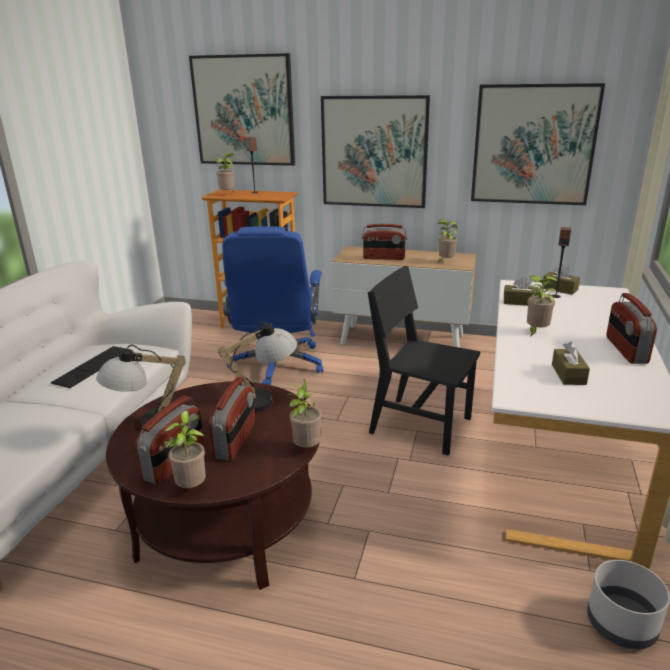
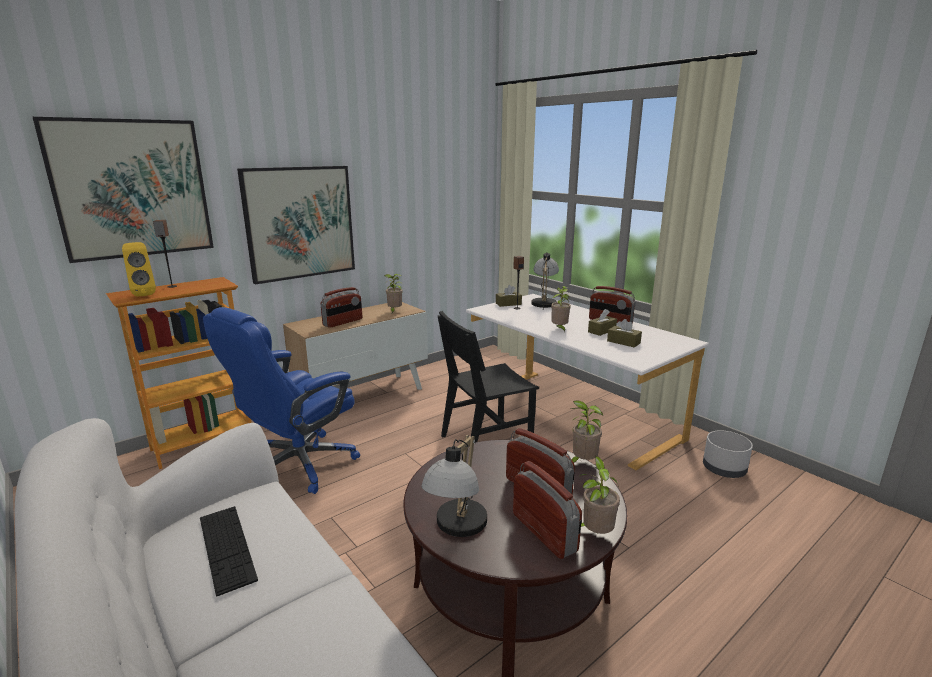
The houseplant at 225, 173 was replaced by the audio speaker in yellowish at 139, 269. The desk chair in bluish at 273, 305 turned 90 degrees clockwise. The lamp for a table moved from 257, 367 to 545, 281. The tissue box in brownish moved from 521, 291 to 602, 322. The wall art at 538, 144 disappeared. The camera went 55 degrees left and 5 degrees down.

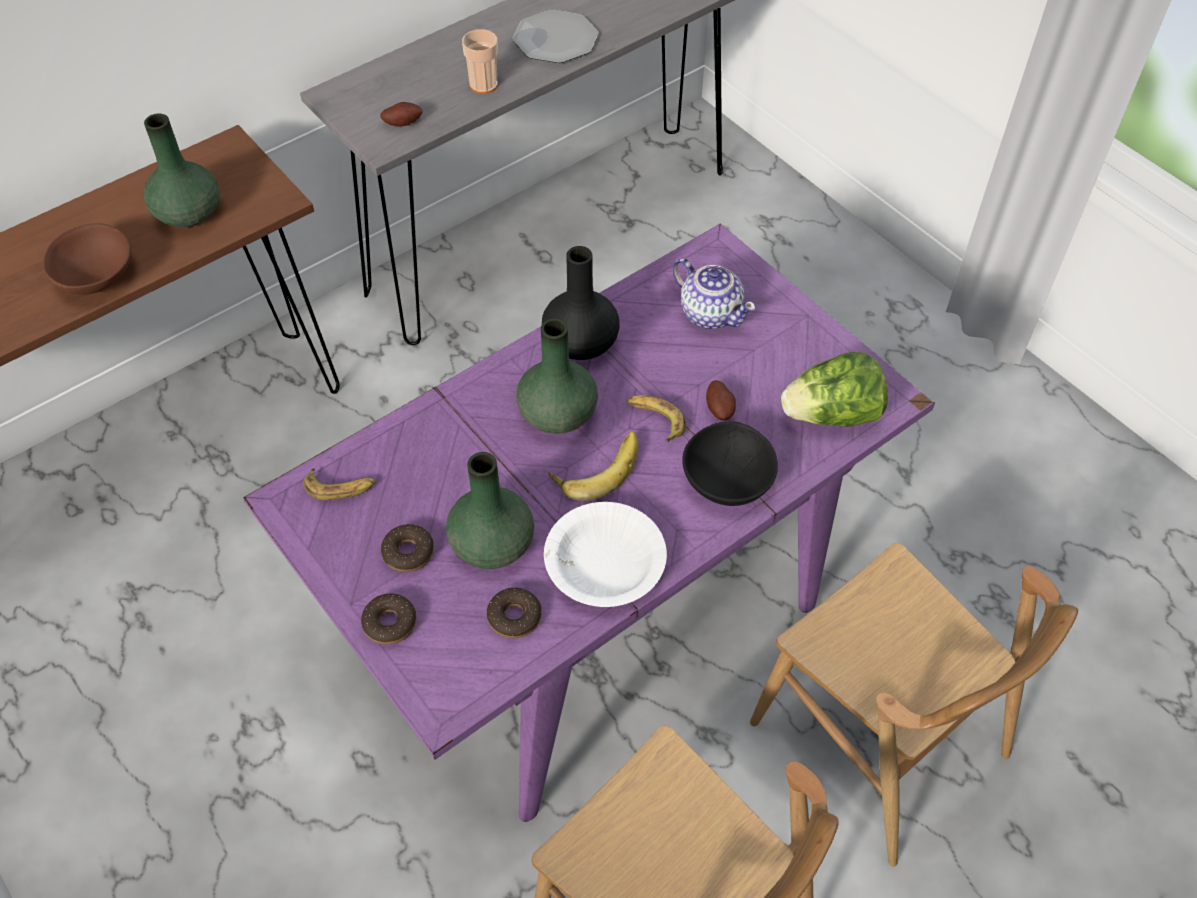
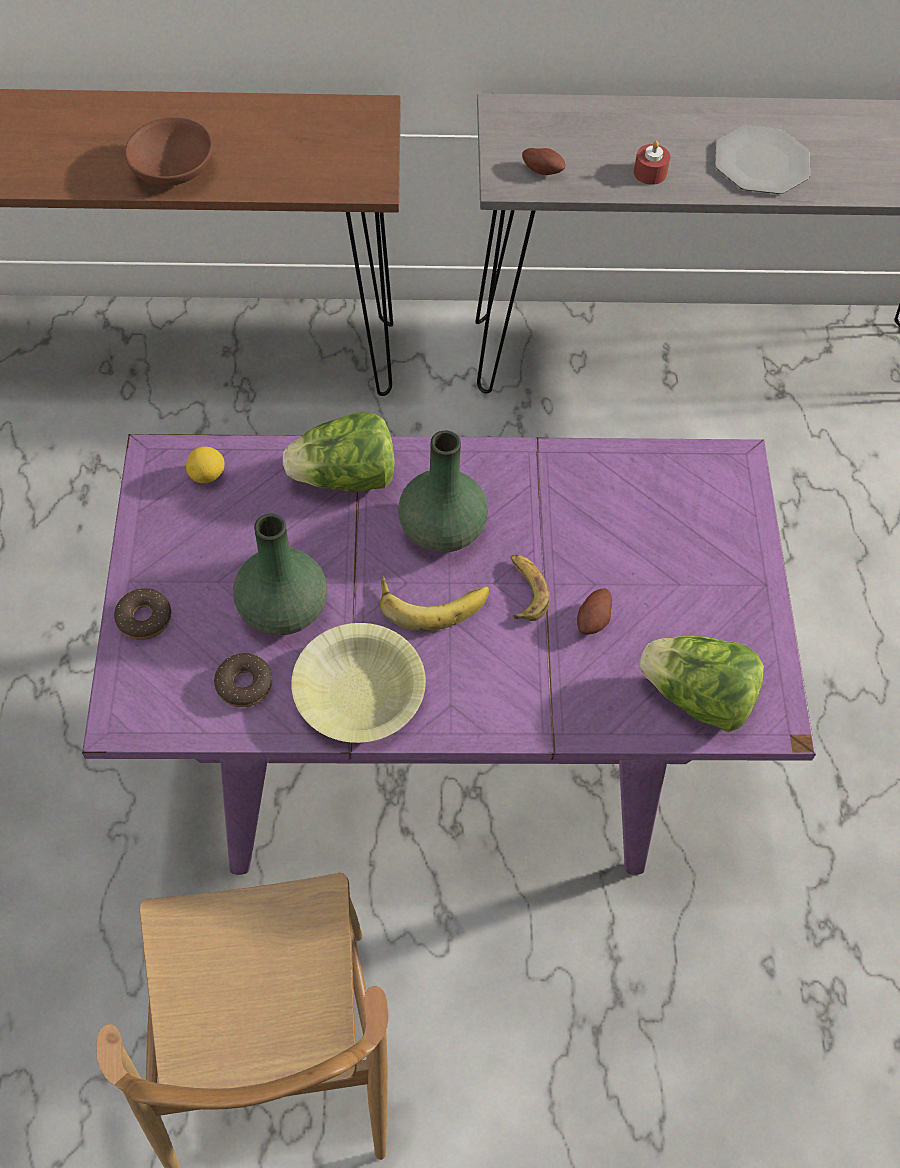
The whole banana at 339, 484 was replaced by the whole lemon at 205, 465. The lettuce head at 339, 452 appeared. The serving bowl in white-coloured at 605, 554 became the serving bowl in yellowish at 358, 683. The small cup at 480, 61 was replaced by the wax light in red at 652, 163. The decorative vase in greenish at 182, 170 disappeared. The donut at 407, 548 disappeared. The decorative vase in black-coloured at 581, 303 disappeared. The tea pot at 714, 293 disappeared. The serving bowl in black-coloured at 730, 463 disappeared. The chair in brownish at 914, 705 disappeared. The camera went 35 degrees right and 5 degrees up.

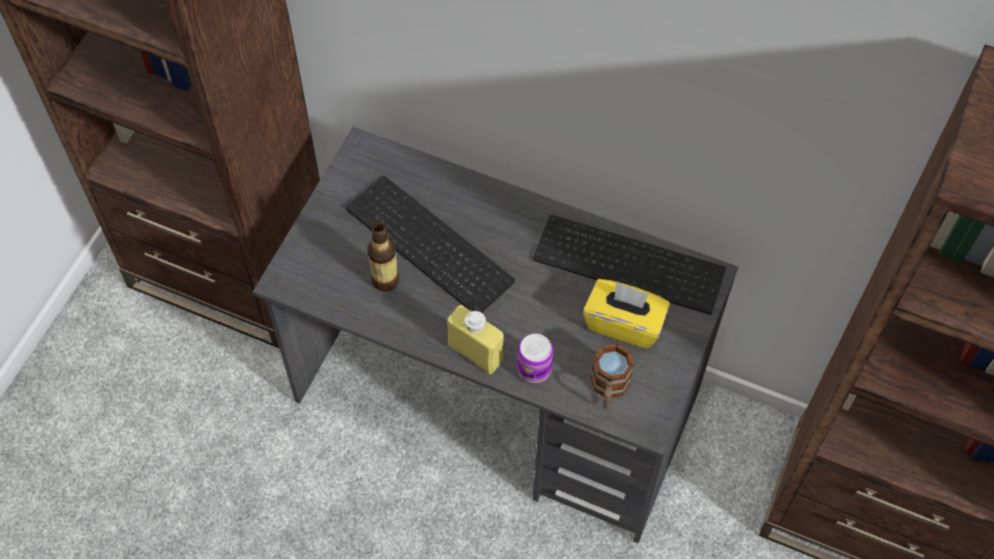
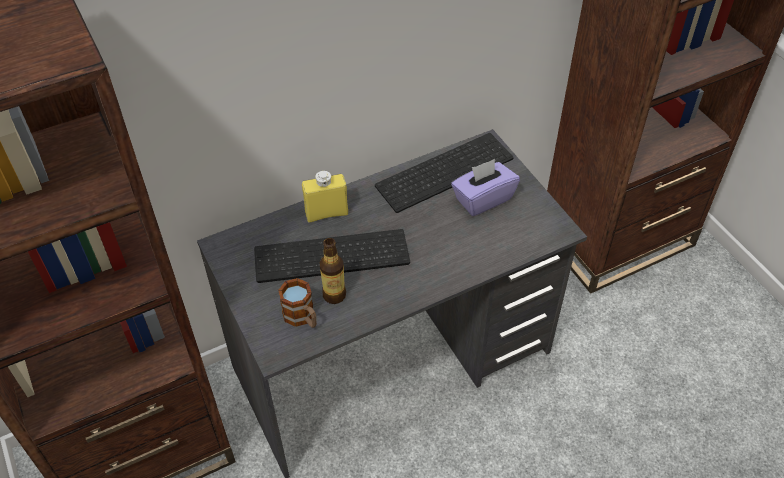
The coffee mug moved from 612, 375 to 297, 303. The bottle in yellowish moved from 475, 339 to 325, 197. The tissue box in yellowish at 626, 314 became the tissue box in purple at 485, 187. The metal can at 535, 359 disappeared. The camera went 50 degrees left and 10 degrees down.

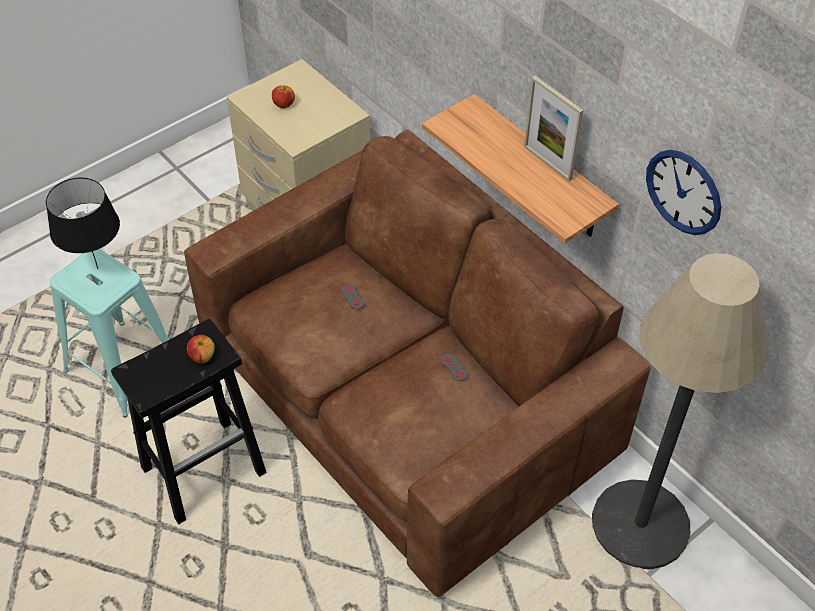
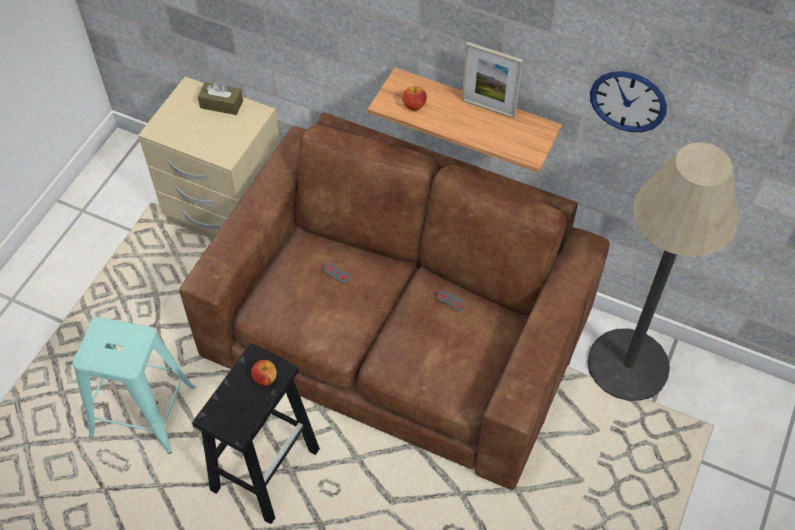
The tissue box in brownish at 220, 98 appeared. The whole apple moved from 283, 97 to 414, 98. The lamp for a table in black-coloured at 83, 223 disappeared. The camera went 25 degrees left and 5 degrees up.

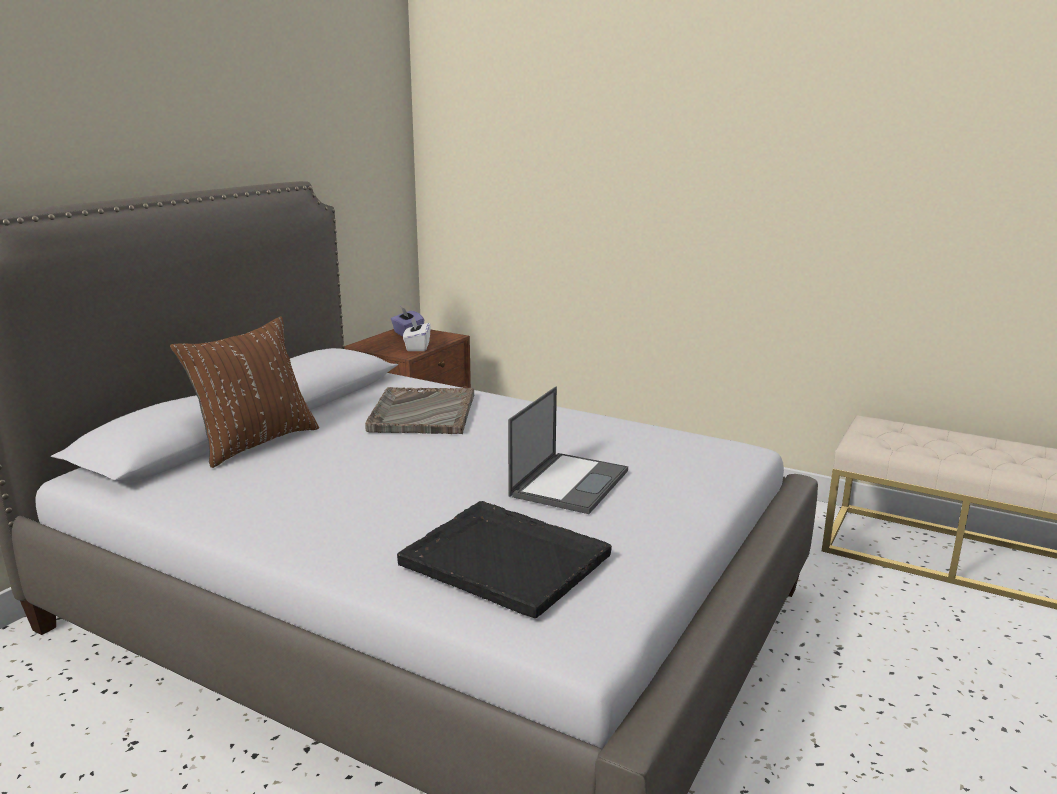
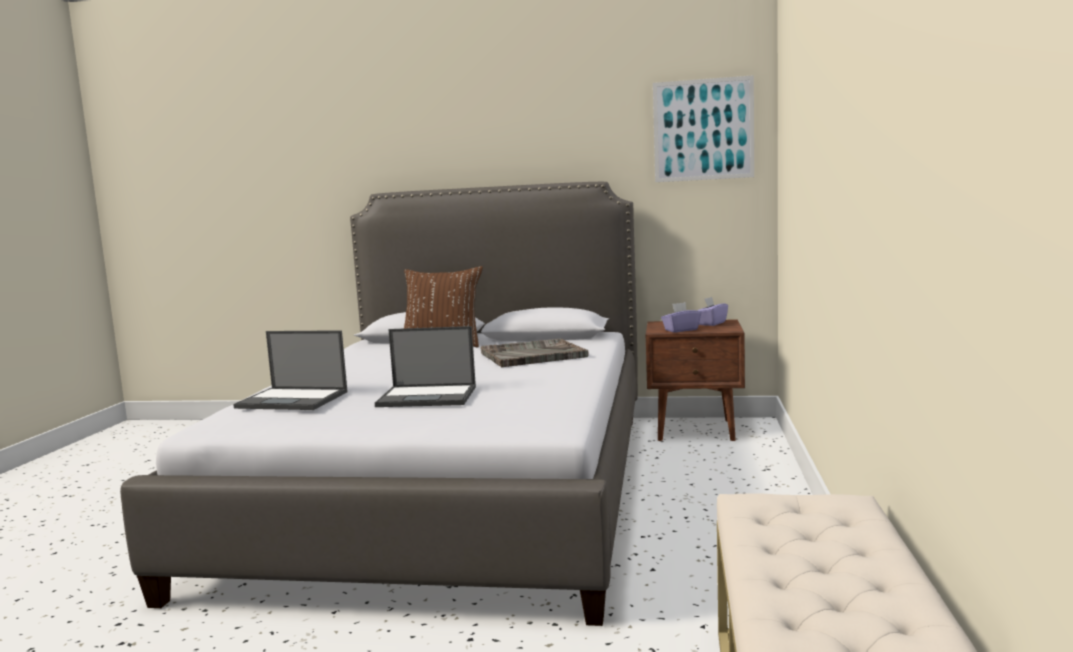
The serving tray in black-coloured at 504, 559 was replaced by the notebook computer at 290, 370. The wall art at 703, 128 appeared. The tissue box in white-coloured at 417, 334 became the tissue box in purple at 681, 317. The camera went 70 degrees right and 10 degrees down.

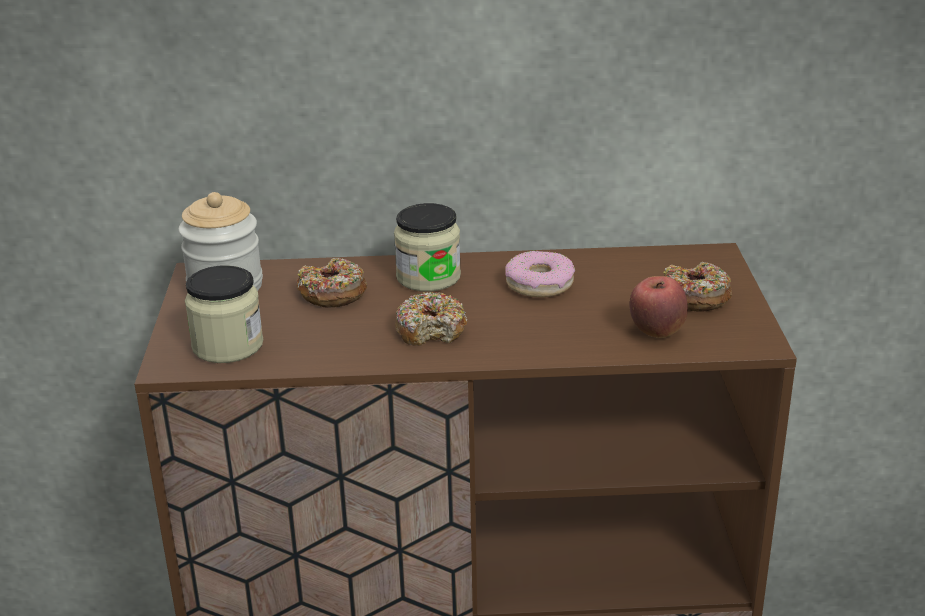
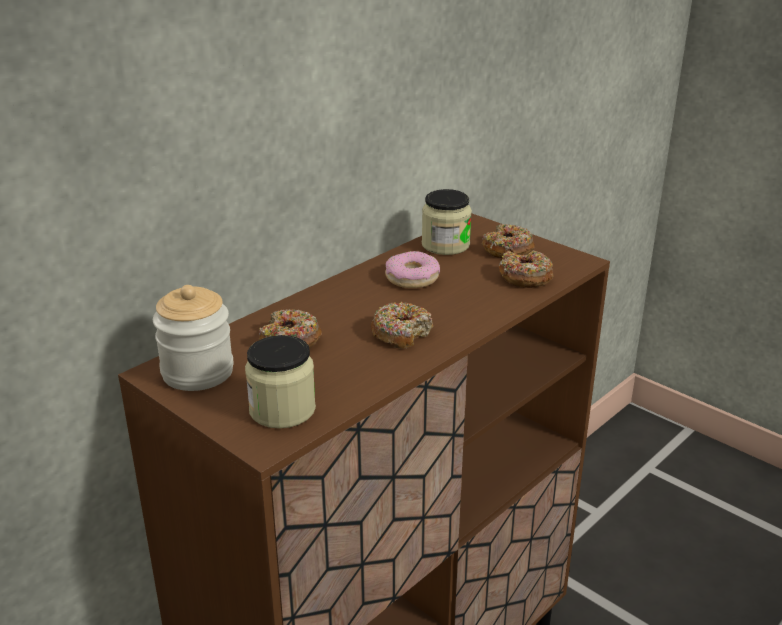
The preserve jar moved from 427, 247 to 447, 222. The whole apple at 658, 307 was replaced by the donut at 526, 269. The camera went 45 degrees left and 0 degrees up.

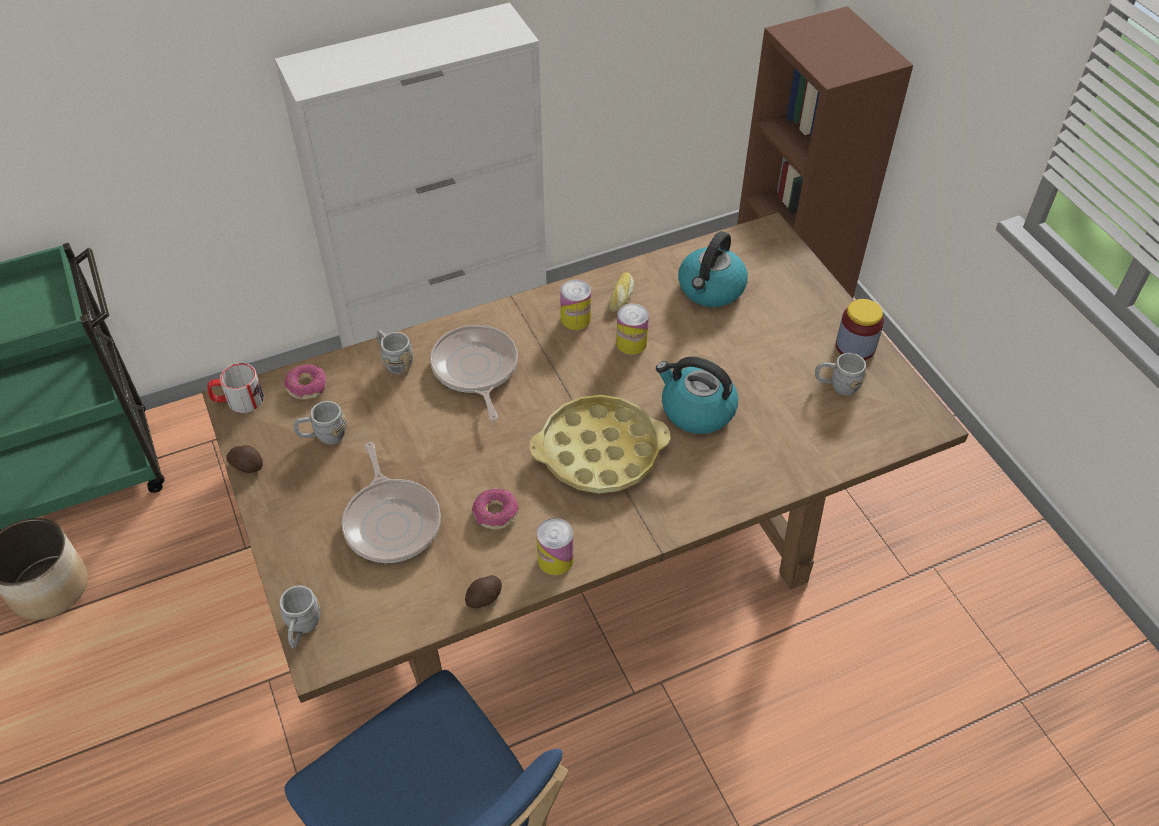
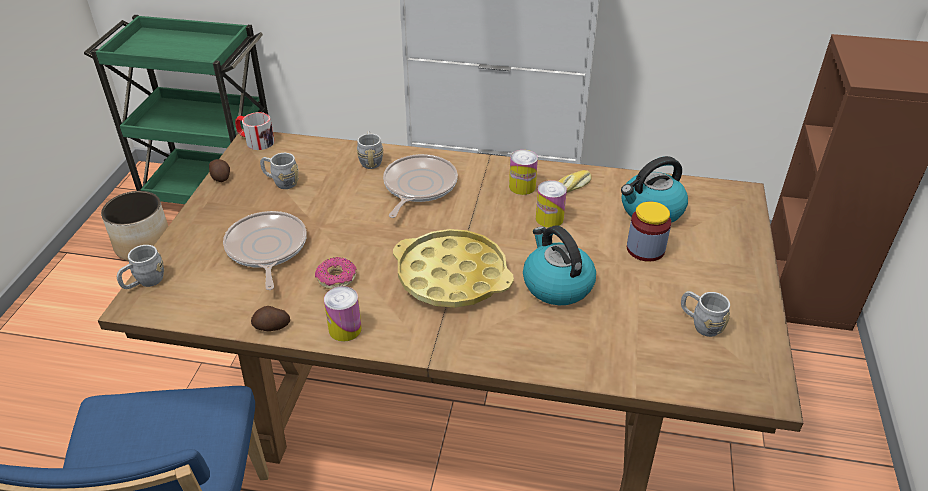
The skillet at 391, 502 turned 150 degrees clockwise. The preserve jar moved from 860, 329 to 649, 231. The donut at 305, 382 disappeared. The camera went 35 degrees right and 10 degrees down.

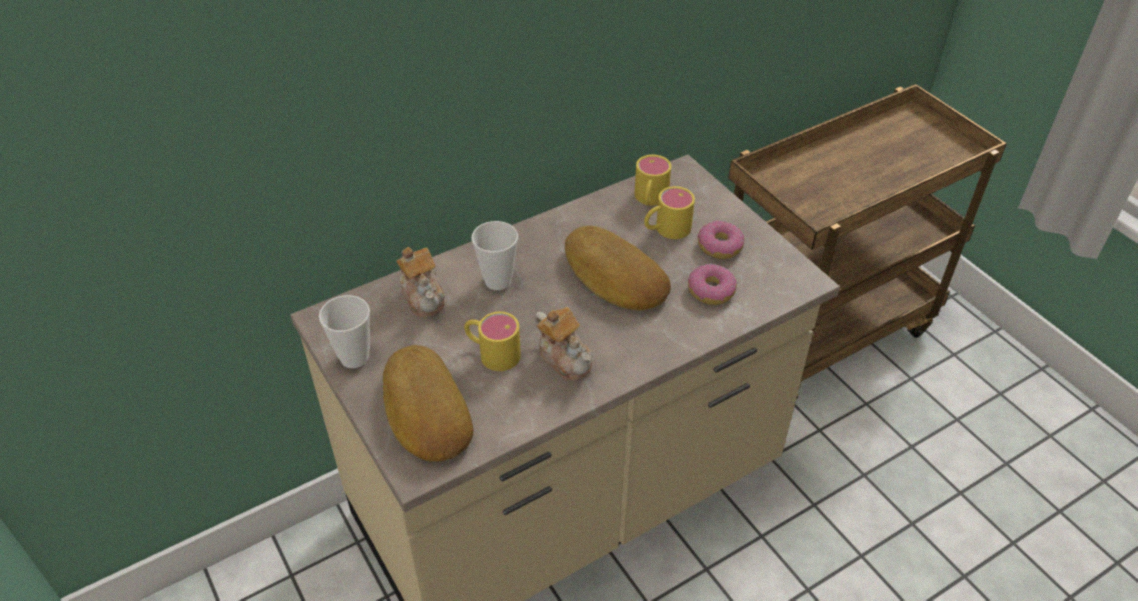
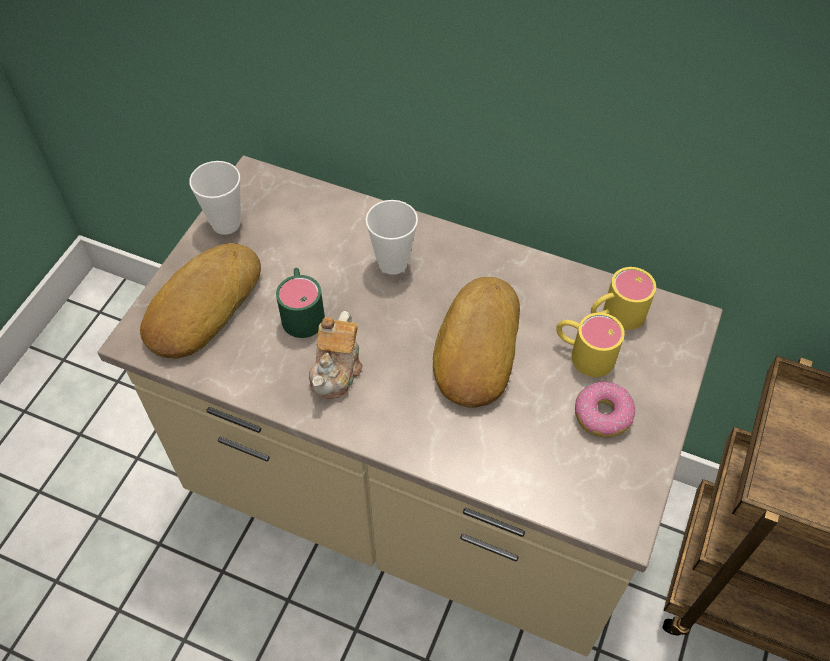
The coffee mug in yellowish at 492, 341 became the coffee mug in greenish at 300, 303. The tea pot at 420, 282 disappeared. The donut at 712, 284 disappeared. The camera went 55 degrees right and 10 degrees up.

